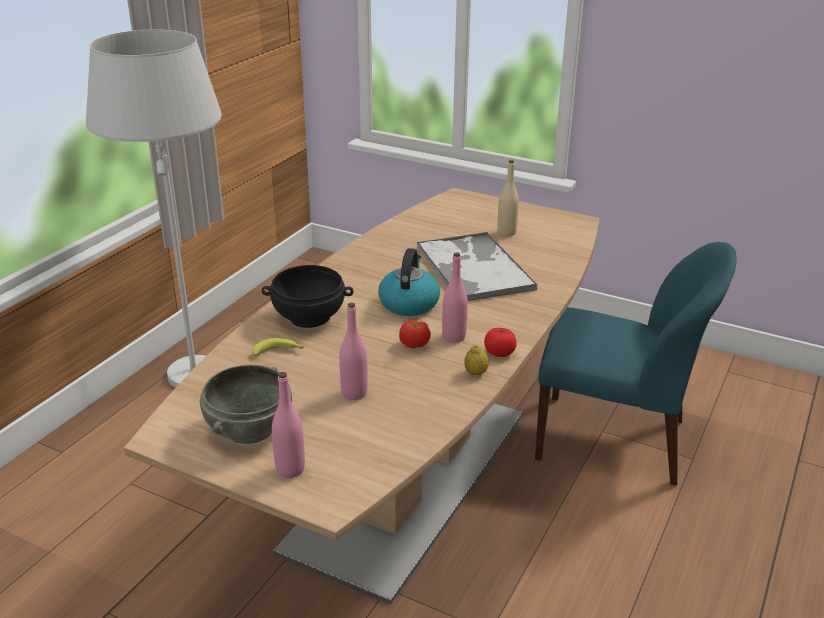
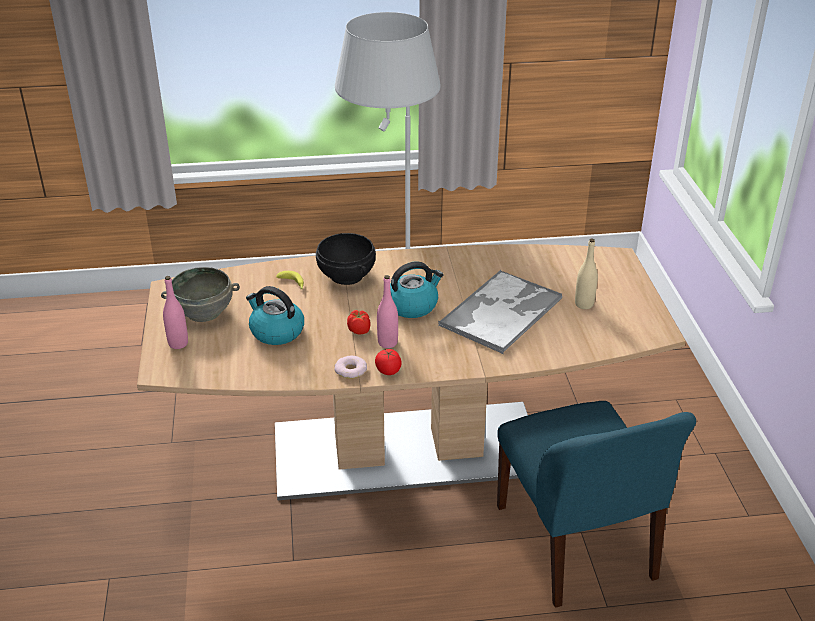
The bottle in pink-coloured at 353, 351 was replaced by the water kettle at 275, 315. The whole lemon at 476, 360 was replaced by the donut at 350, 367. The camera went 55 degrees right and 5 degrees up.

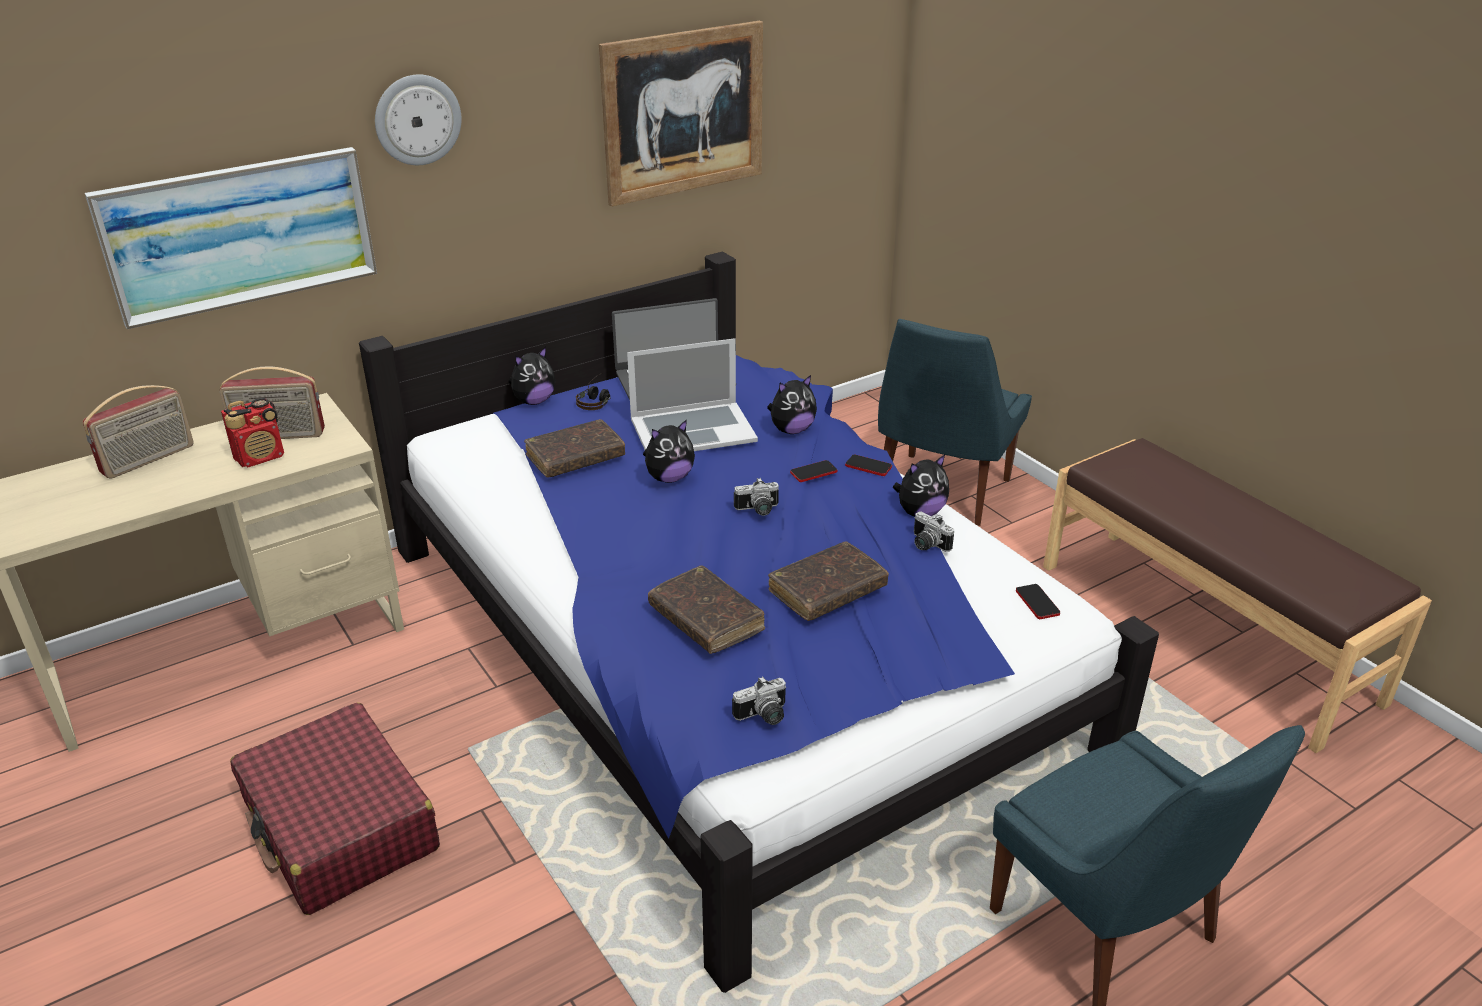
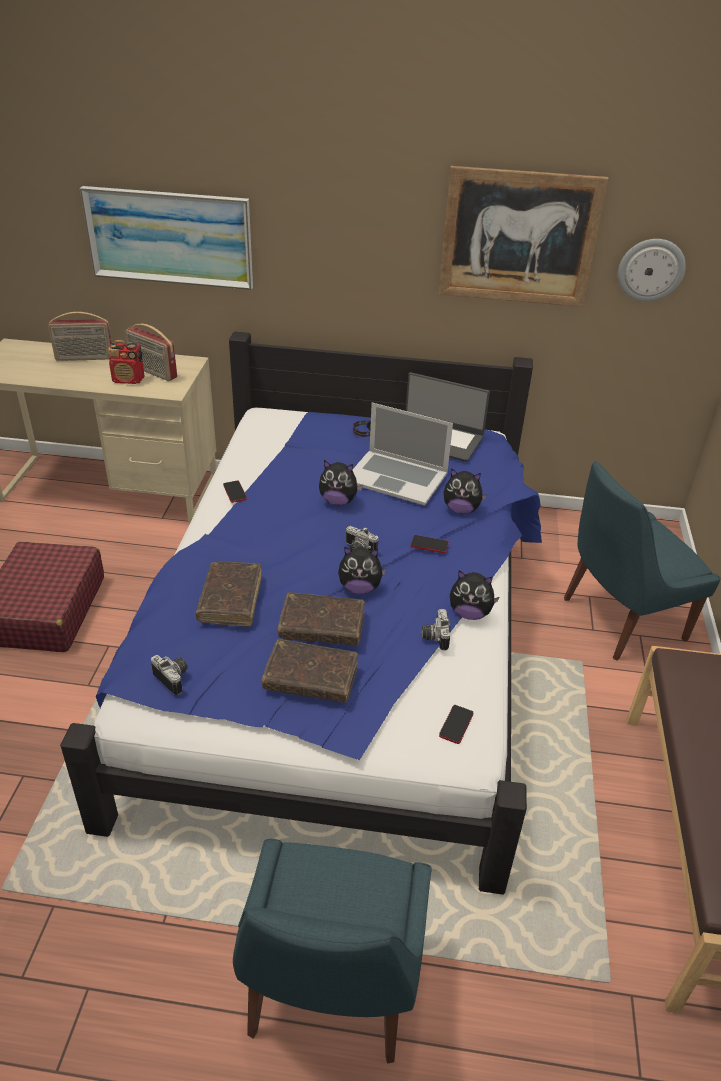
The photo camera at 759, 700 turned 150 degrees counterclockwise. The handset moved from 868, 465 to 235, 492. The volume in brownish moved from 574, 448 to 310, 671. The plush toy moved from 532, 376 to 362, 570. The hanging clock moved from 418, 119 to 652, 270. The camera went 40 degrees right and 5 degrees up.

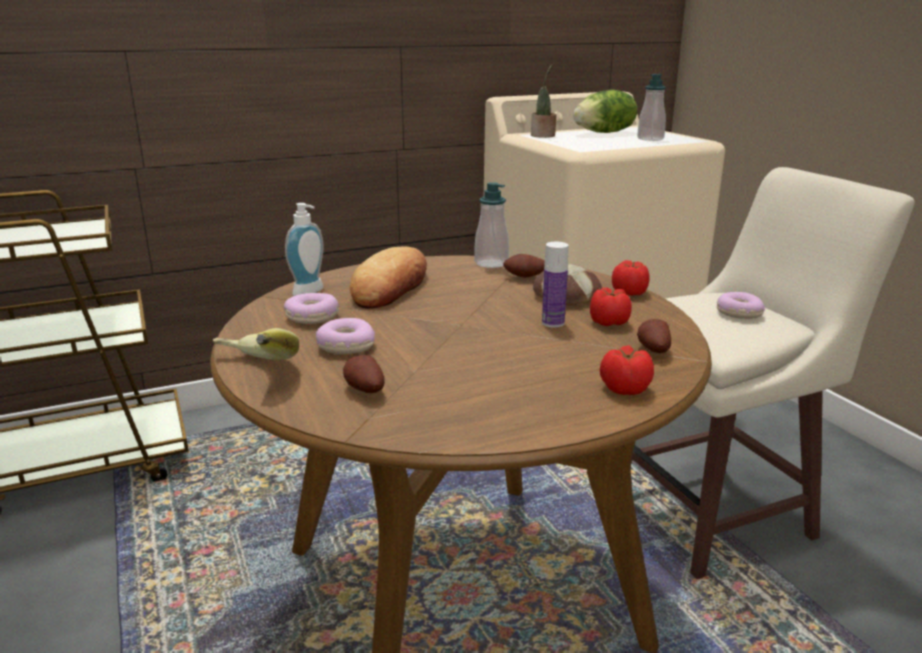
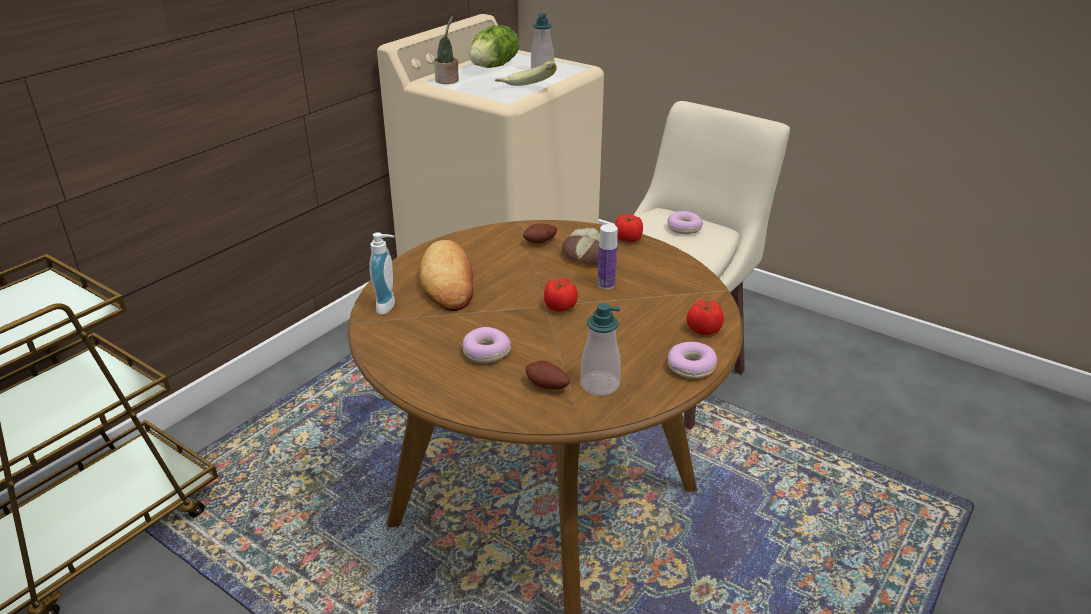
The whole banana moved from 256, 344 to 526, 73. The tomato moved from 611, 307 to 561, 295. The soap dispenser moved from 491, 225 to 600, 349. The donut moved from 311, 308 to 692, 360. The potato at 654, 336 disappeared. The camera went 30 degrees left and 10 degrees up.

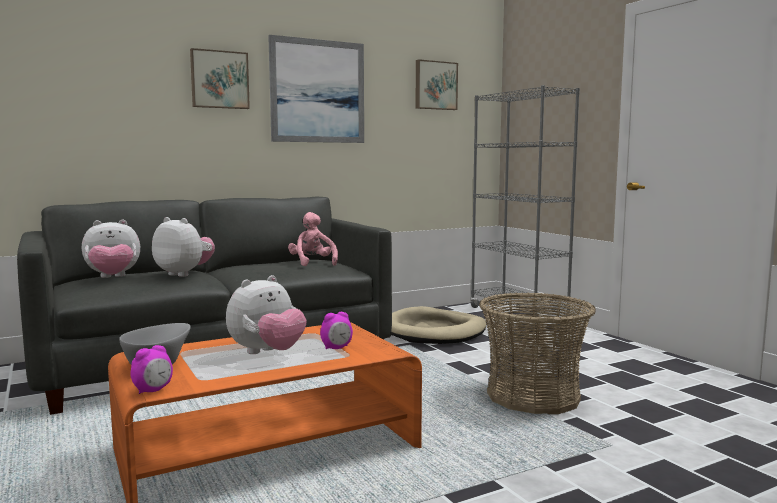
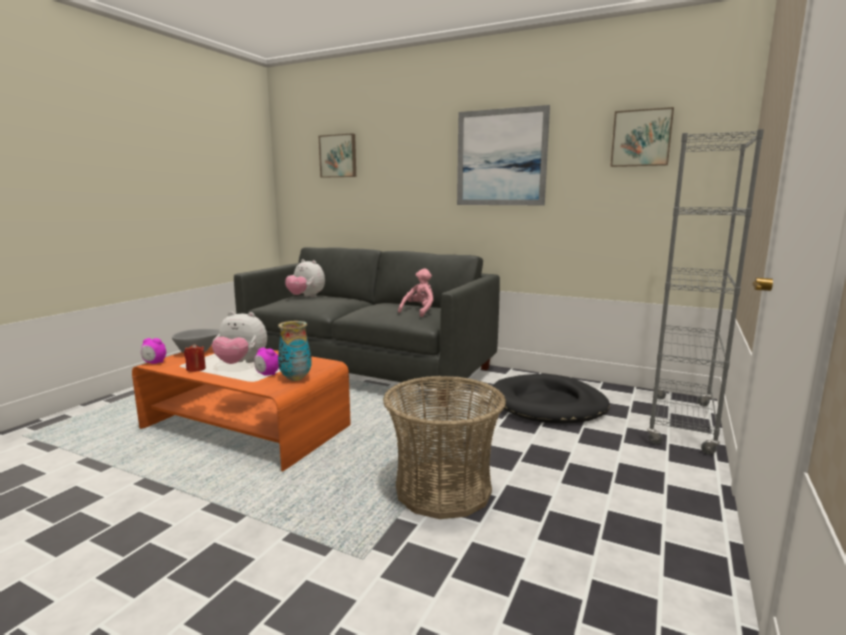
The wax light in red at 195, 358 appeared. The decorative vase at 295, 351 appeared. The wall art moved from 220, 78 to 337, 155. The pet bed in beige at 438, 325 became the pet bed in black-coloured at 551, 399. The plush toy at 183, 247 disappeared. The camera went 55 degrees right and 5 degrees up.

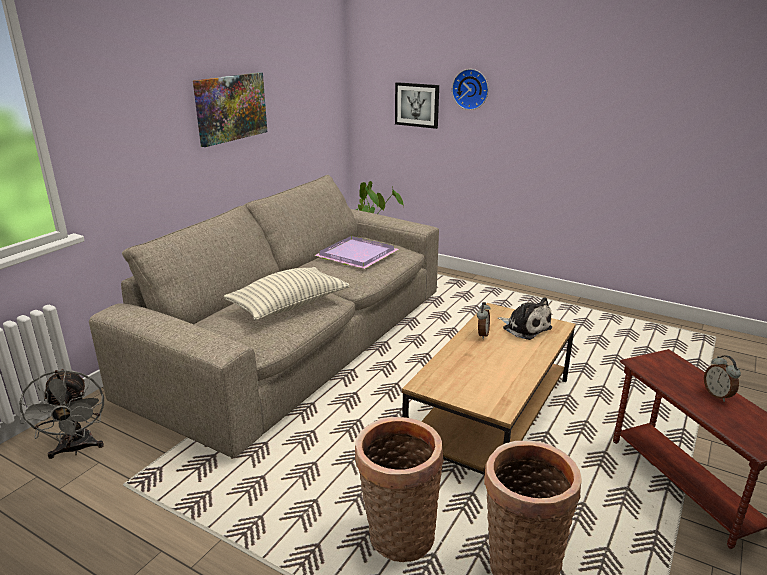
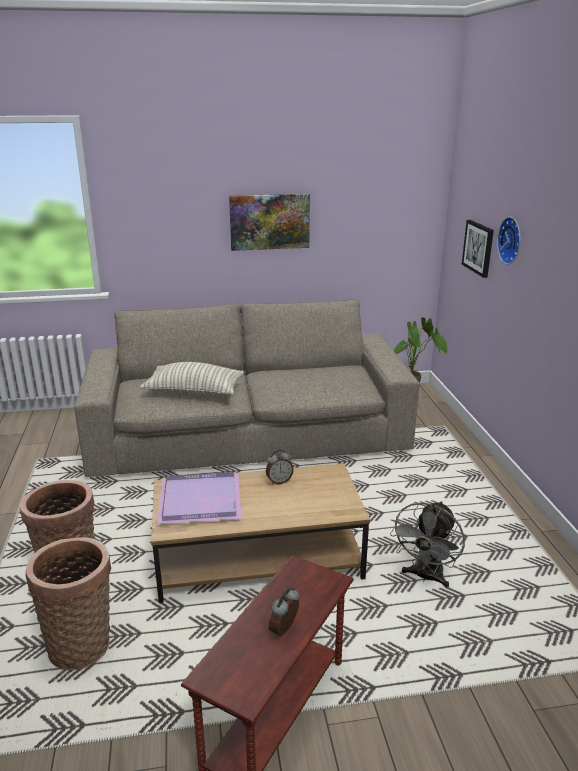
The serving tray in purple moved from 356, 252 to 199, 498. The fan in greyish moved from 61, 414 to 427, 544. The plush toy at 525, 318 disappeared. The camera went 50 degrees right and 0 degrees up.

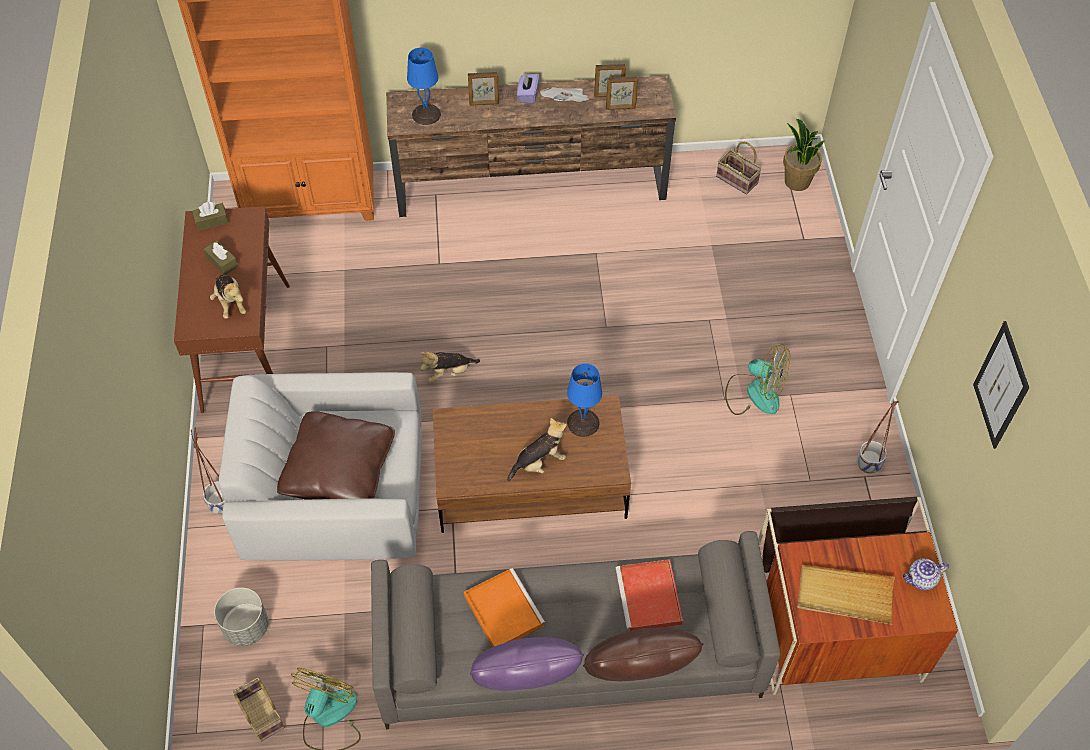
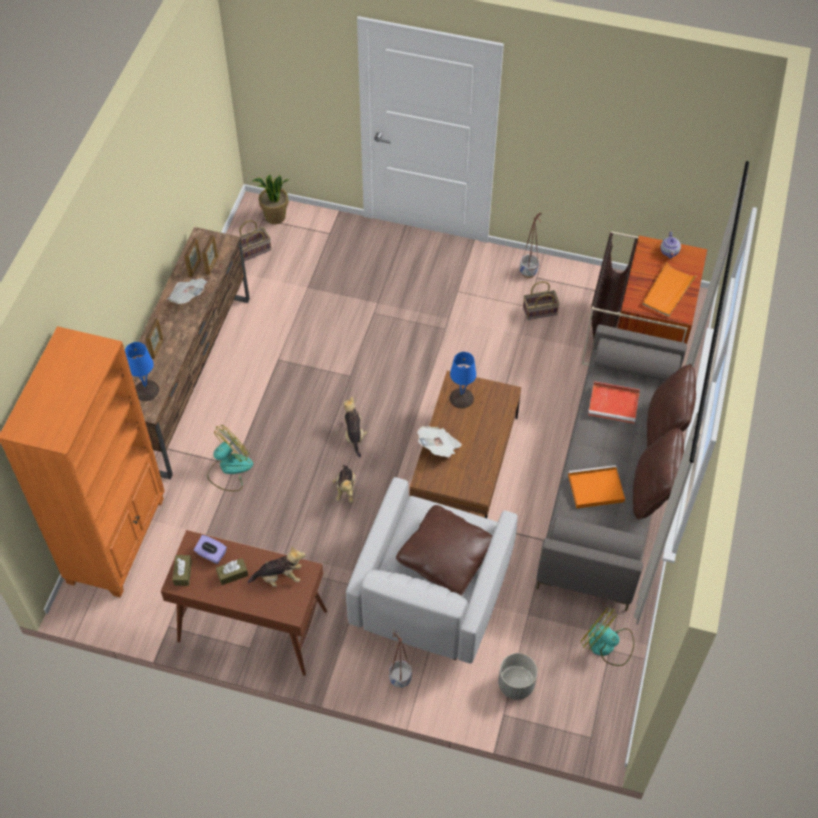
The tissue box in purple moved from 528, 88 to 210, 549. The fan moved from 757, 379 to 230, 458. The plush toy moved from 537, 450 to 355, 426. The daily paper at 439, 442 appeared. The basket moved from 259, 709 to 541, 300. The throw pillow in purple at 527, 664 became the throw pillow in brownish at 658, 473. The serving tray in beige at 846, 595 became the serving tray in orangey at 669, 289. The wall art at 1001, 385 disappeared. The camera went 70 degrees left and 0 degrees up.

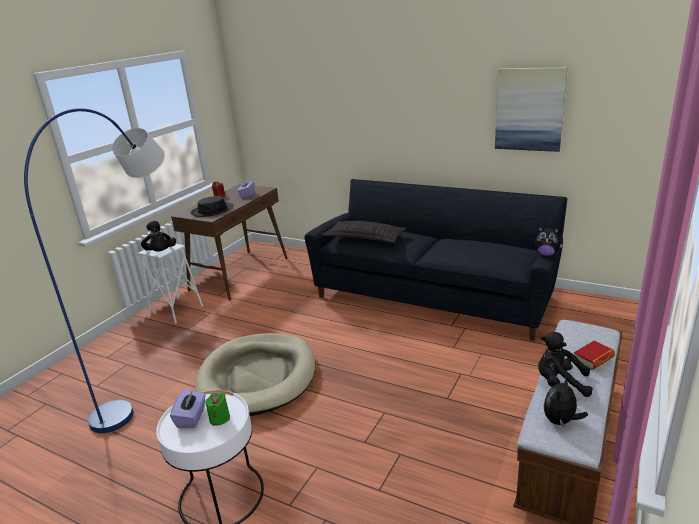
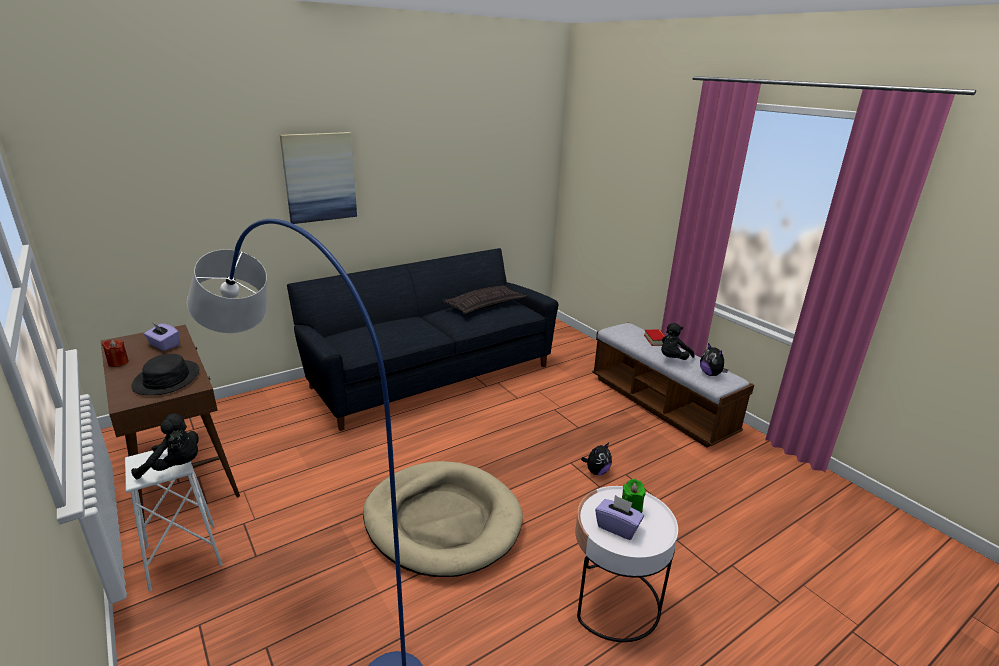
The wall art moved from 531, 109 to 318, 178. The throw pillow moved from 364, 232 to 485, 299. The plush toy moved from 549, 241 to 596, 458. The camera went 65 degrees left and 0 degrees up.

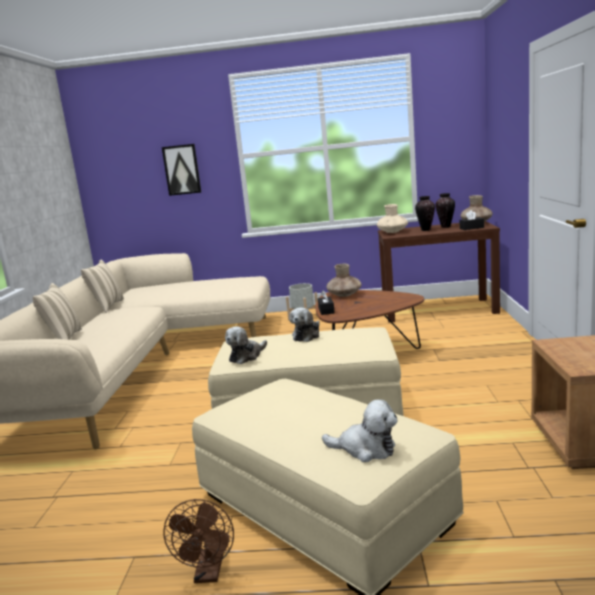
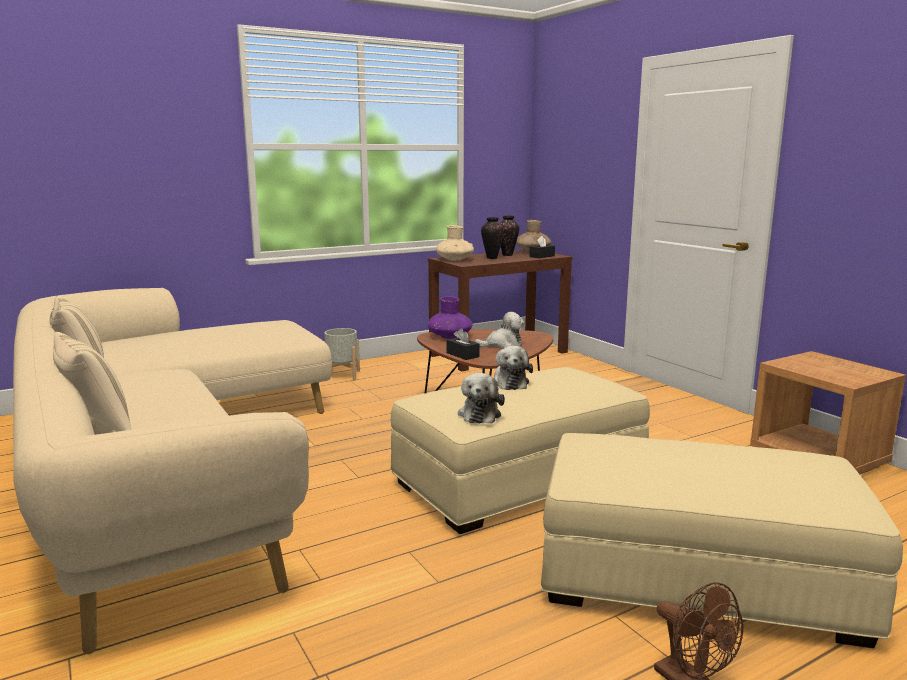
The decorative vase in brownish at 344, 280 became the decorative vase in purple at 450, 317. The plush toy moved from 359, 431 to 499, 330. The wall art at 181, 170 disappeared. The camera went 35 degrees left and 0 degrees up.

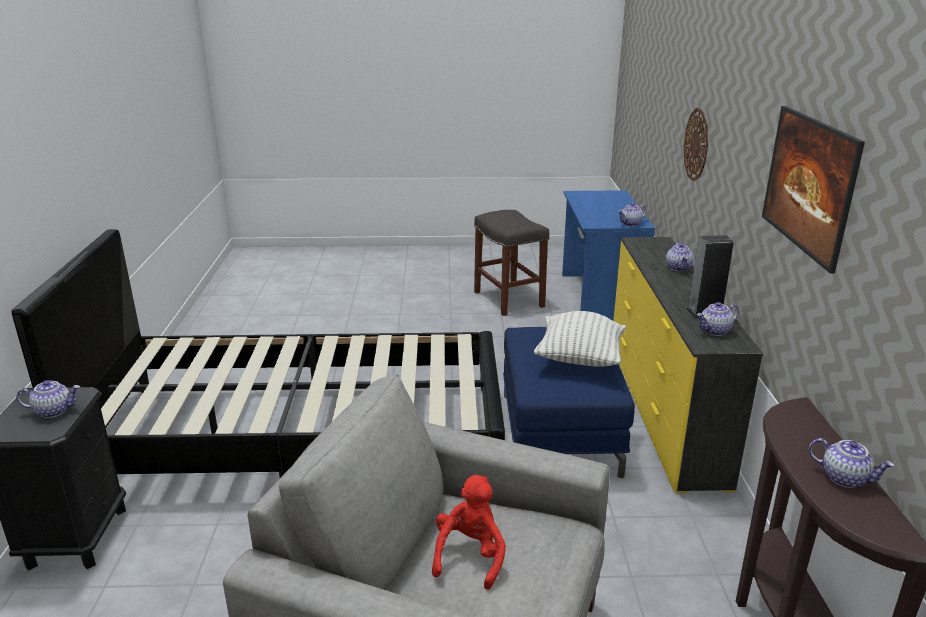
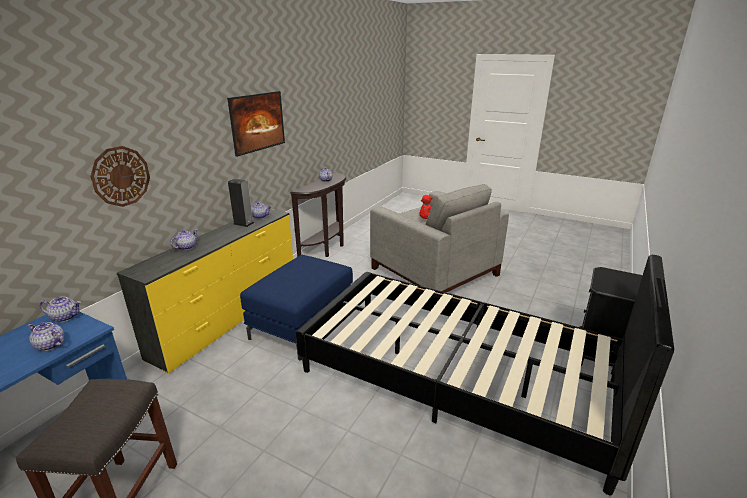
The tea pot moved from 48, 399 to 45, 336. The throw pillow at 580, 338 disappeared. The camera went 150 degrees left and 0 degrees up.

